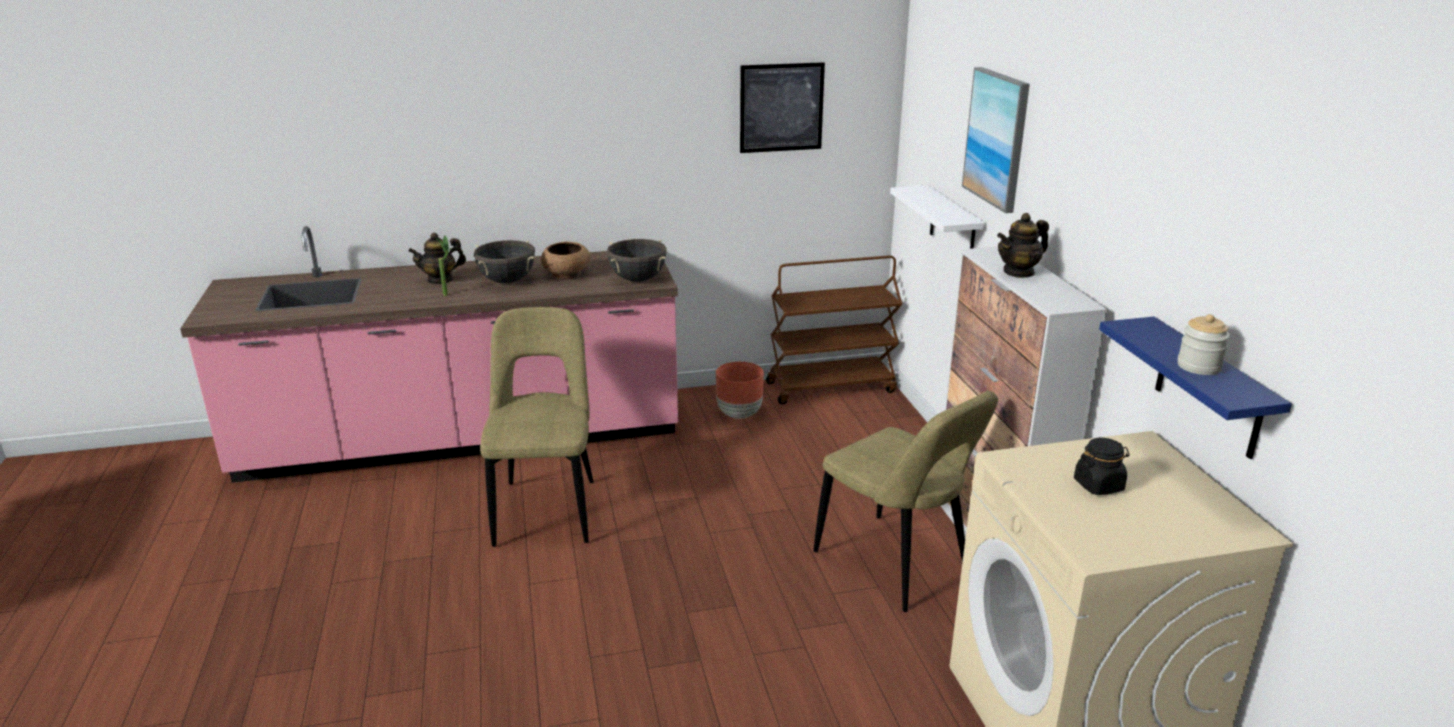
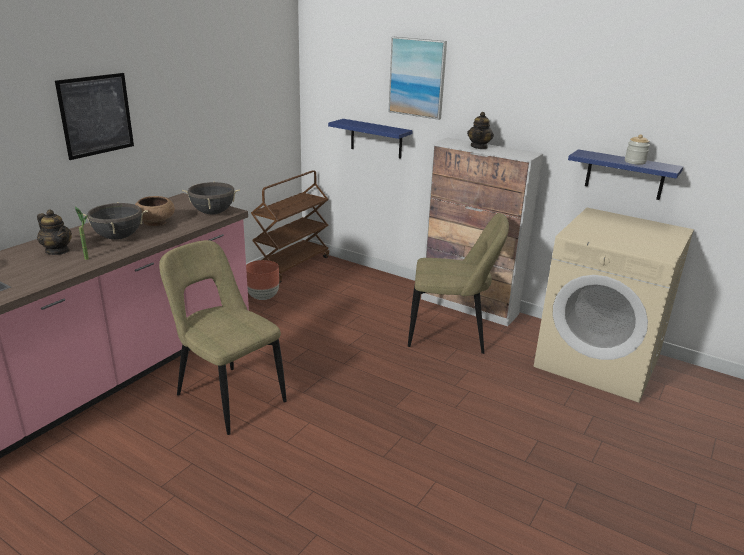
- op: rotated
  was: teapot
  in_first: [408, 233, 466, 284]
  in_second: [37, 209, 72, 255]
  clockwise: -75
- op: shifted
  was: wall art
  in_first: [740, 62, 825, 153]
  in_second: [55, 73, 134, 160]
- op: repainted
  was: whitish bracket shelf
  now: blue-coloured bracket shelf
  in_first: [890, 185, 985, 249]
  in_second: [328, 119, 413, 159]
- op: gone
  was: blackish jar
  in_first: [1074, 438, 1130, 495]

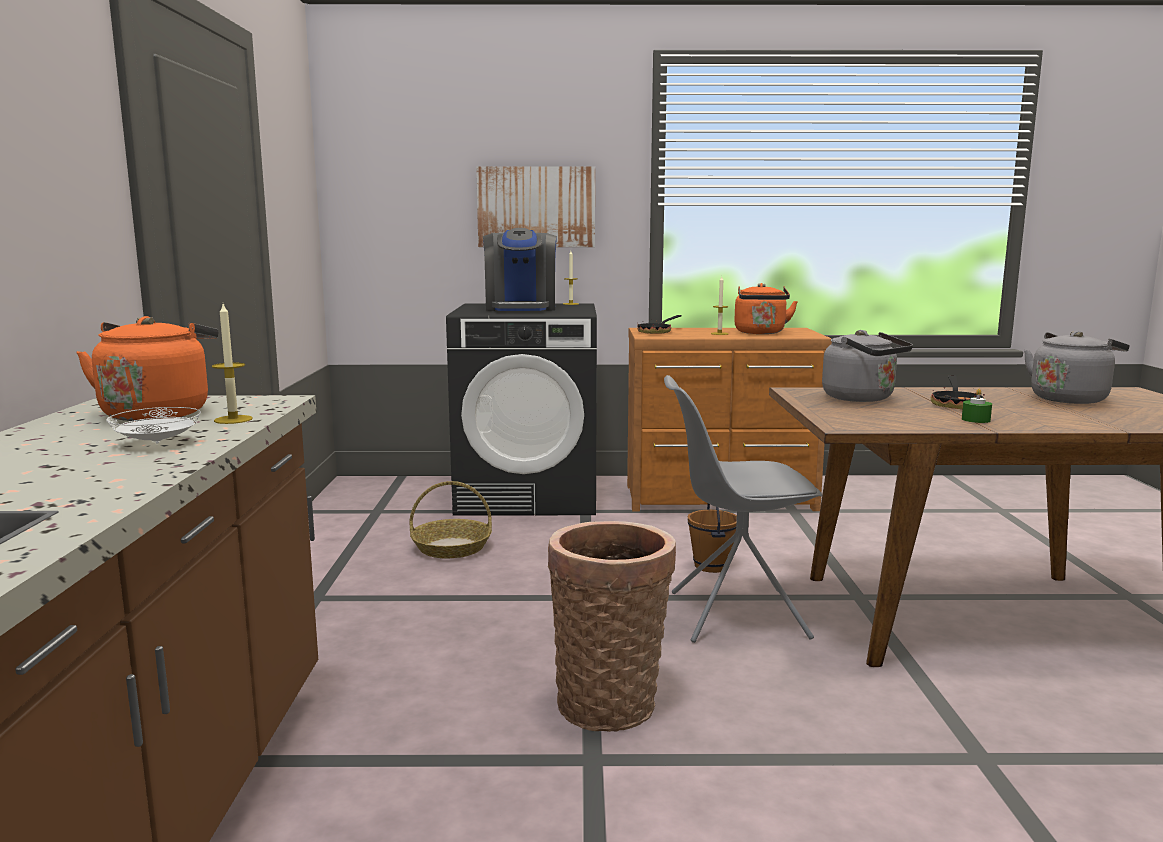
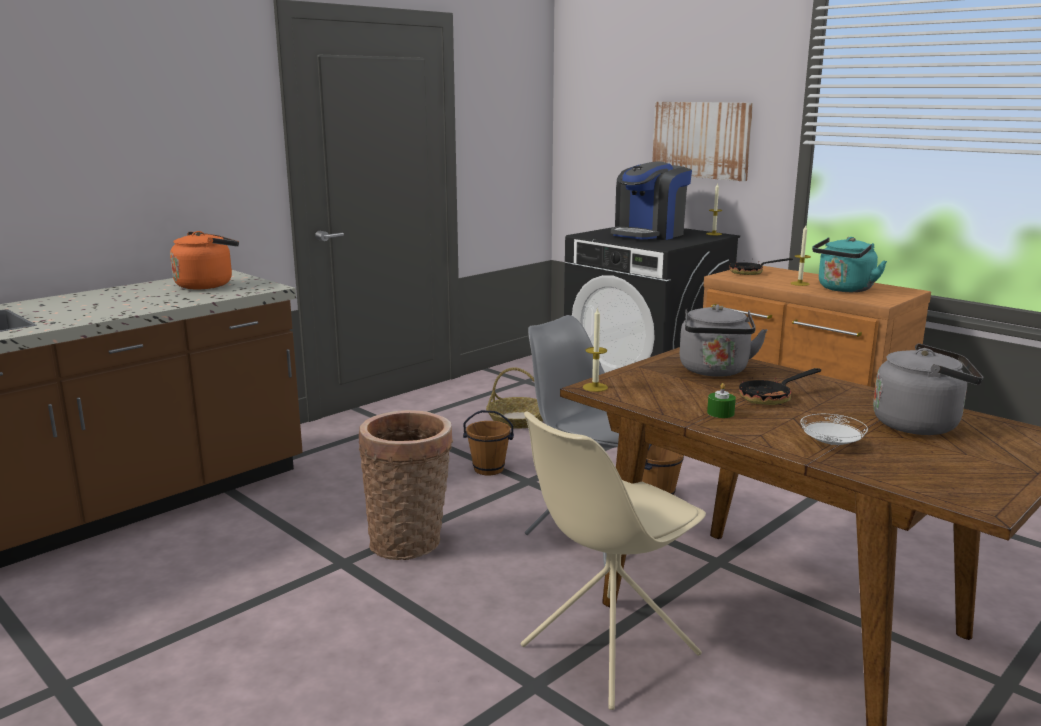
- op: shifted
  was: whitish plate
  in_first: [106, 407, 201, 443]
  in_second: [800, 414, 868, 445]
- op: shifted
  was: candle
  in_first: [212, 304, 253, 424]
  in_second: [583, 307, 608, 392]
- op: repainted
  was: orangey kettle
  now: turquoise kettle
  in_first: [734, 283, 798, 334]
  in_second: [812, 237, 887, 292]
- op: new
  now: brown-coloured pail
  in_second: [463, 410, 514, 475]
- op: new
  now: beige plain chair
  in_second: [521, 412, 706, 710]

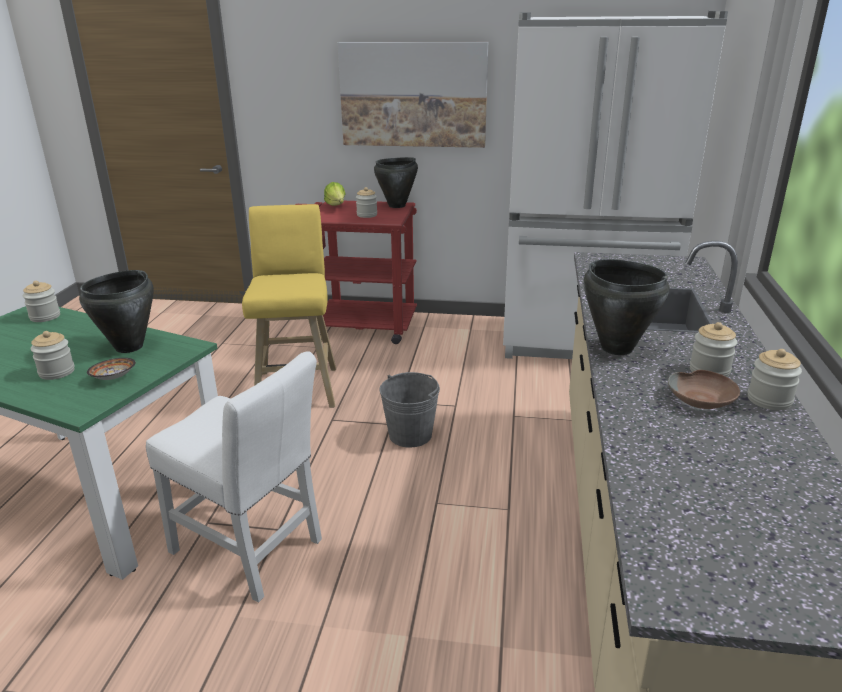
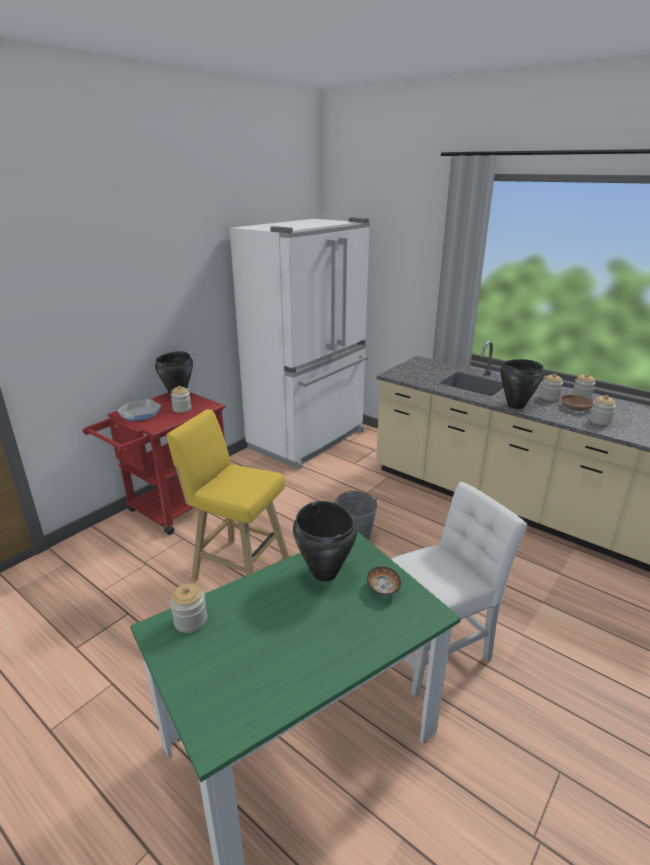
- op: shifted
  was: jar
  in_first: [31, 331, 74, 380]
  in_second: [589, 395, 616, 425]
- op: swapped
  was: lettuce head
  now: pan
  in_first: [324, 182, 345, 206]
  in_second: [117, 399, 161, 421]
- op: gone
  was: wall art
  in_first: [337, 42, 488, 148]

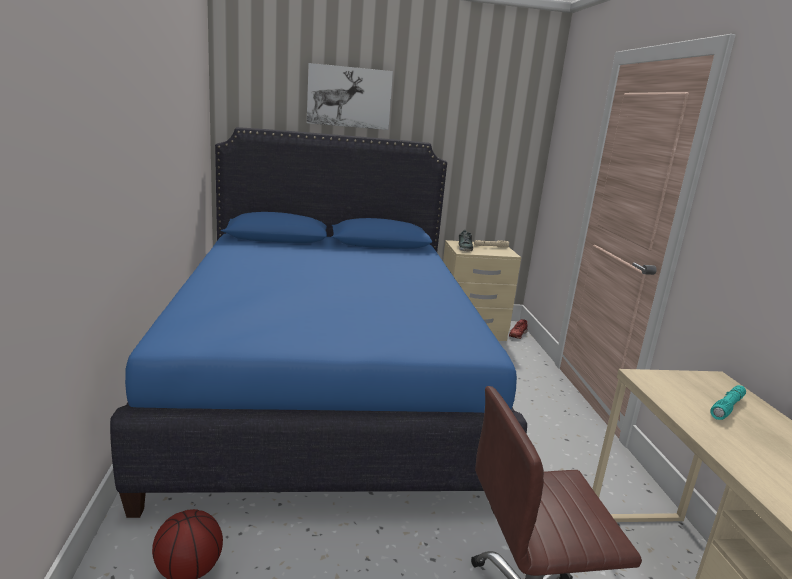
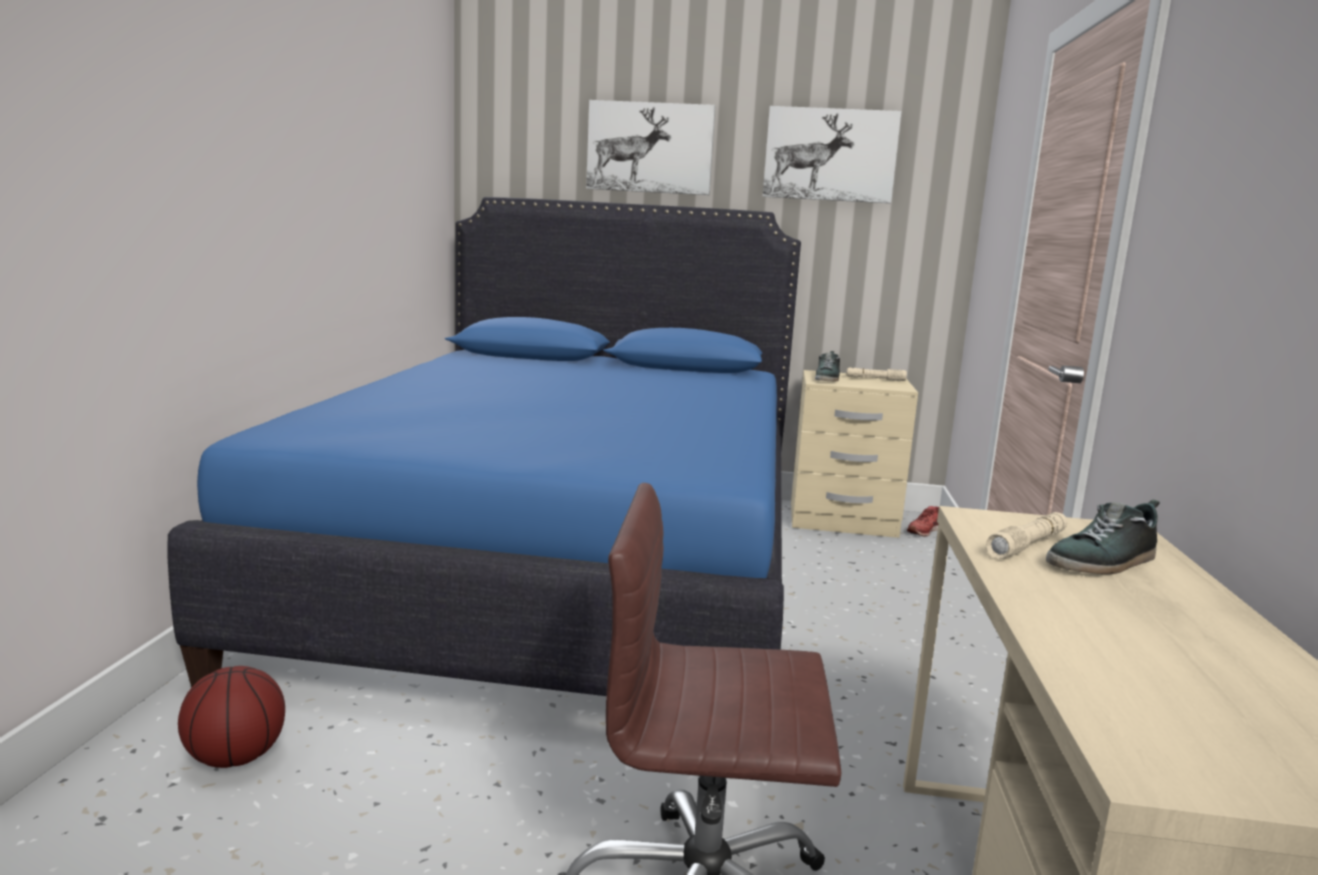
- op: swapped
  was: turquoise flashlight
  now: item of footwear
  in_first: [710, 385, 746, 420]
  in_second: [1046, 499, 1160, 574]
- op: new
  now: wall art
  in_second: [763, 106, 901, 203]
- op: new
  now: beige flashlight
  in_second: [986, 512, 1067, 559]

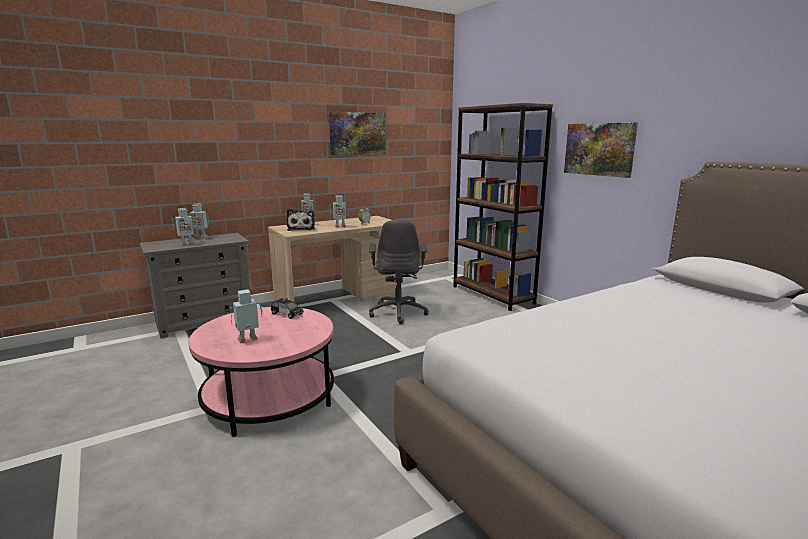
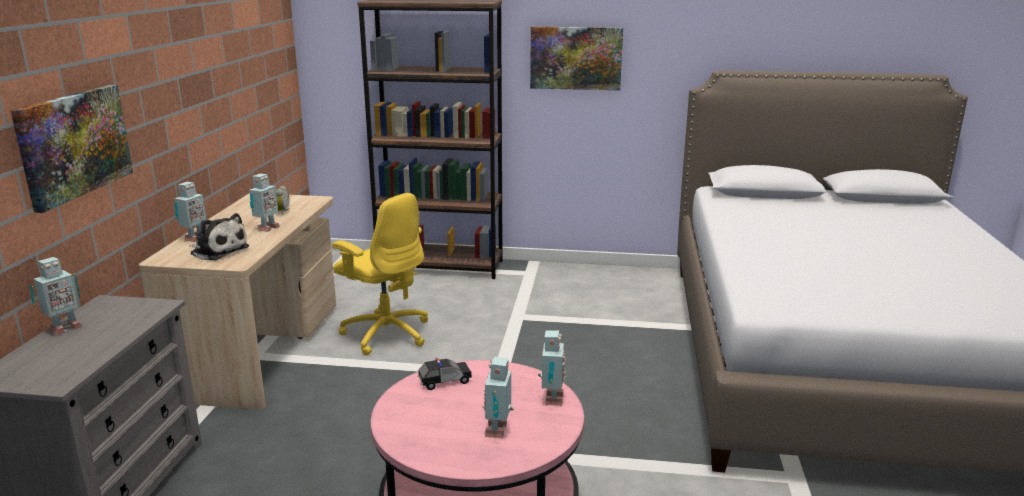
- op: shifted
  was: toy robot
  in_first: [172, 208, 196, 246]
  in_second: [538, 330, 567, 406]
- op: shifted
  was: wall art
  in_first: [329, 112, 386, 155]
  in_second: [10, 85, 133, 213]
- op: repainted
  was: greyish desk chair
  now: yellow-coloured desk chair
  in_first: [369, 220, 429, 324]
  in_second: [332, 193, 428, 355]

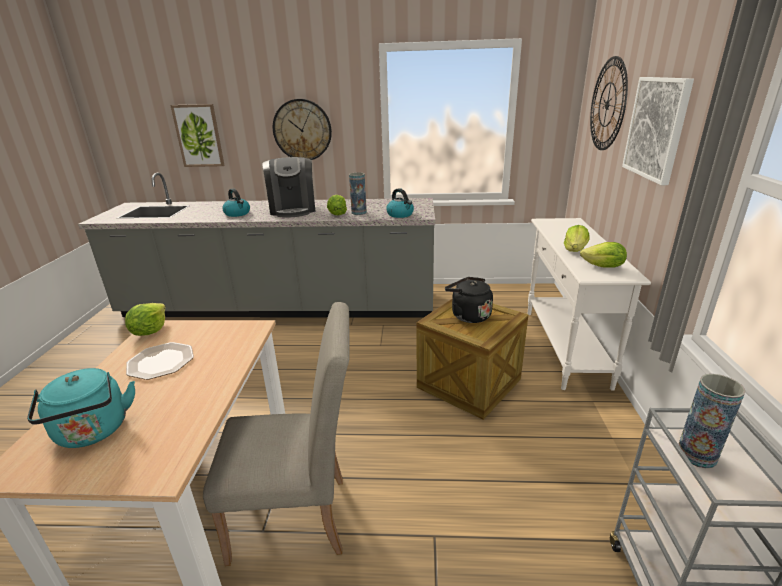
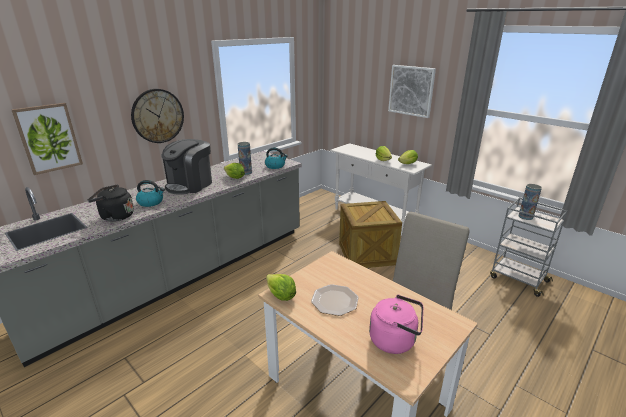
- op: repainted
  was: turquoise kettle
  now: pink-coloured kettle
  in_first: [27, 368, 135, 448]
  in_second: [369, 295, 423, 354]
- op: rotated
  was: coffee machine
  in_first: [262, 157, 316, 218]
  in_second: [162, 139, 212, 195]
  clockwise: 90
- op: shifted
  was: blackish kettle
  in_first: [445, 277, 493, 323]
  in_second: [88, 185, 134, 222]
- op: gone
  was: hanging clock
  in_first: [590, 56, 628, 150]

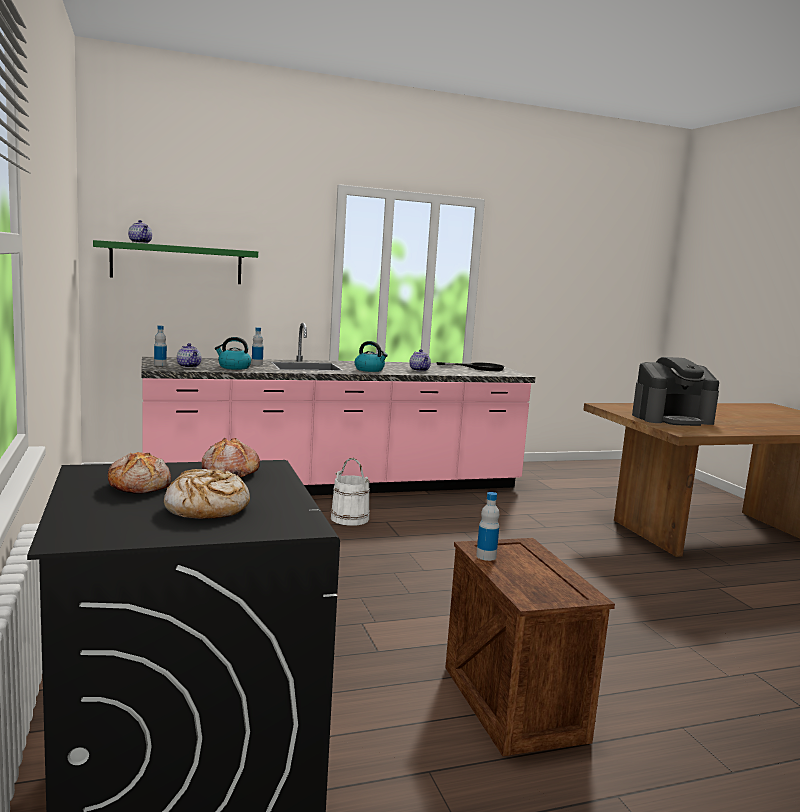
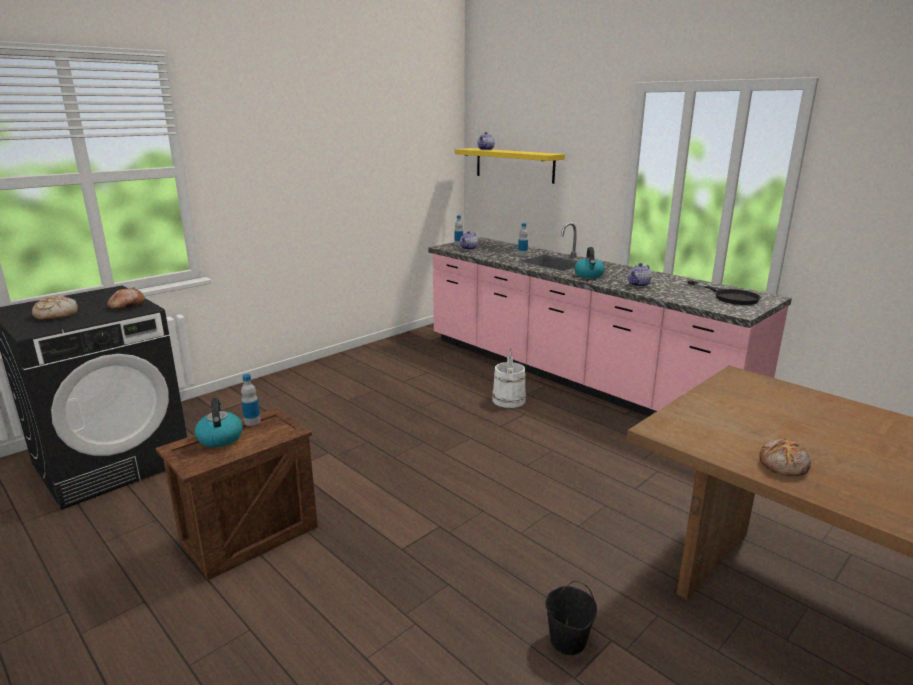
- op: repainted
  was: green-coloured bracket shelf
  now: yellow-coloured bracket shelf
  in_first: [93, 240, 258, 284]
  in_second: [455, 148, 565, 184]
- op: shifted
  was: bakery bread
  in_first: [108, 452, 171, 494]
  in_second: [759, 438, 811, 476]
- op: shifted
  was: kettle
  in_first: [215, 337, 251, 370]
  in_second: [194, 398, 243, 447]
- op: gone
  was: coffee machine
  in_first: [632, 357, 719, 426]
- op: new
  now: blackish pail
  in_second: [545, 581, 597, 655]

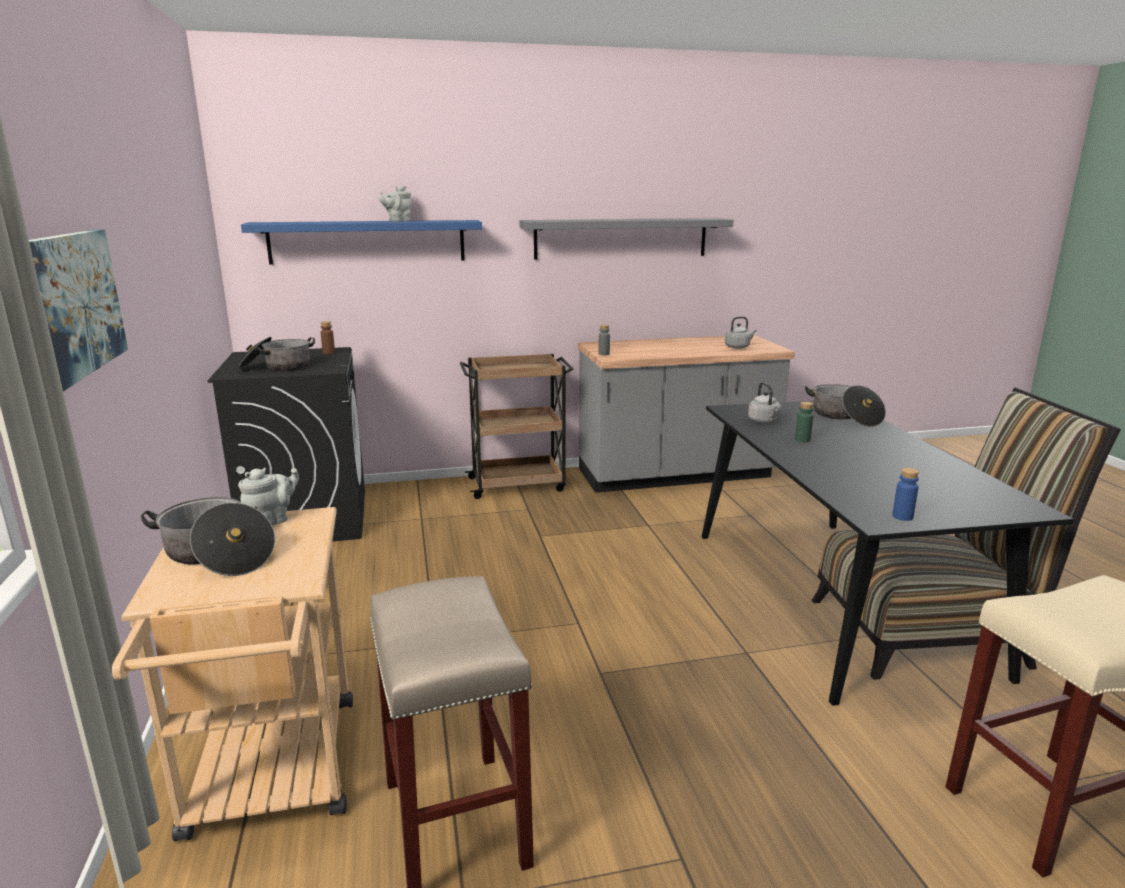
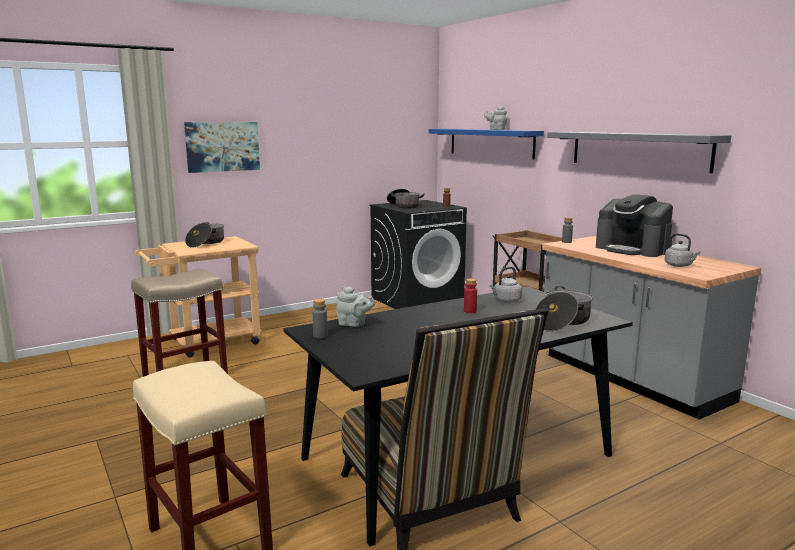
- op: shifted
  was: greyish teapot
  in_first: [238, 468, 299, 526]
  in_second: [337, 286, 376, 327]
- op: repainted
  was: green-coloured drink bottle
  now: reddish drink bottle
  in_first: [795, 402, 813, 442]
  in_second: [464, 278, 477, 313]
- op: repainted
  was: blue-coloured drink bottle
  now: greyish drink bottle
  in_first: [892, 468, 919, 521]
  in_second: [312, 299, 328, 338]
- op: new
  now: coffee machine
  in_second: [596, 194, 673, 257]

